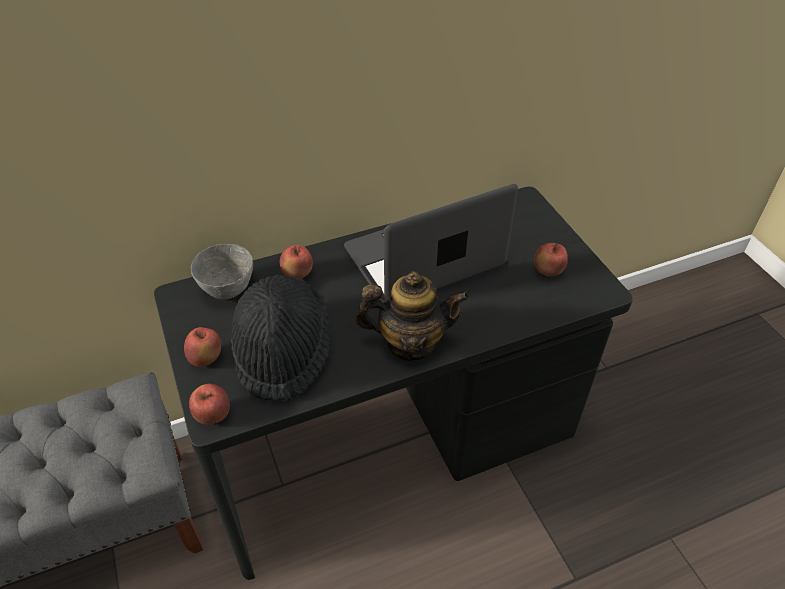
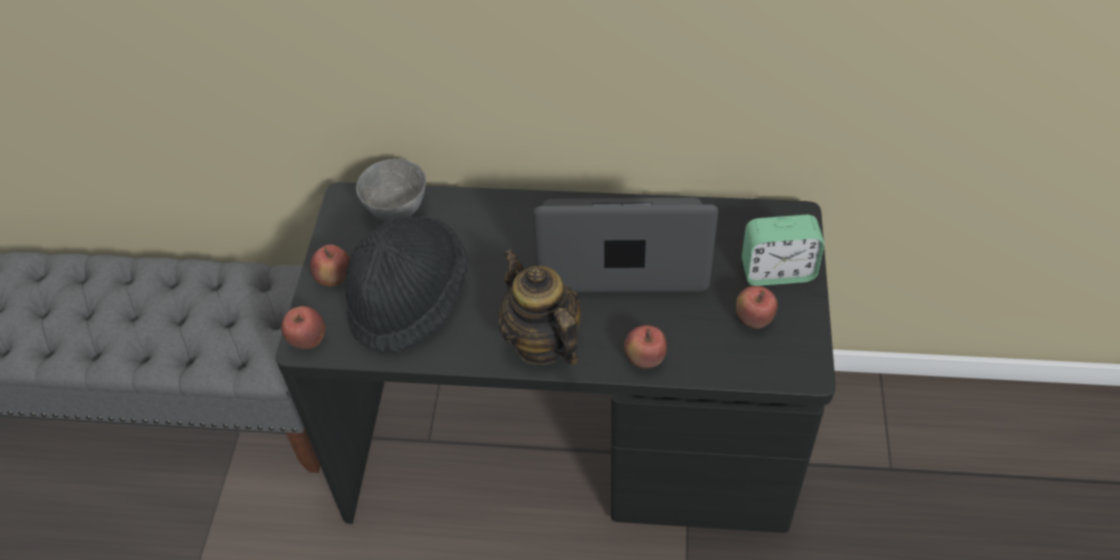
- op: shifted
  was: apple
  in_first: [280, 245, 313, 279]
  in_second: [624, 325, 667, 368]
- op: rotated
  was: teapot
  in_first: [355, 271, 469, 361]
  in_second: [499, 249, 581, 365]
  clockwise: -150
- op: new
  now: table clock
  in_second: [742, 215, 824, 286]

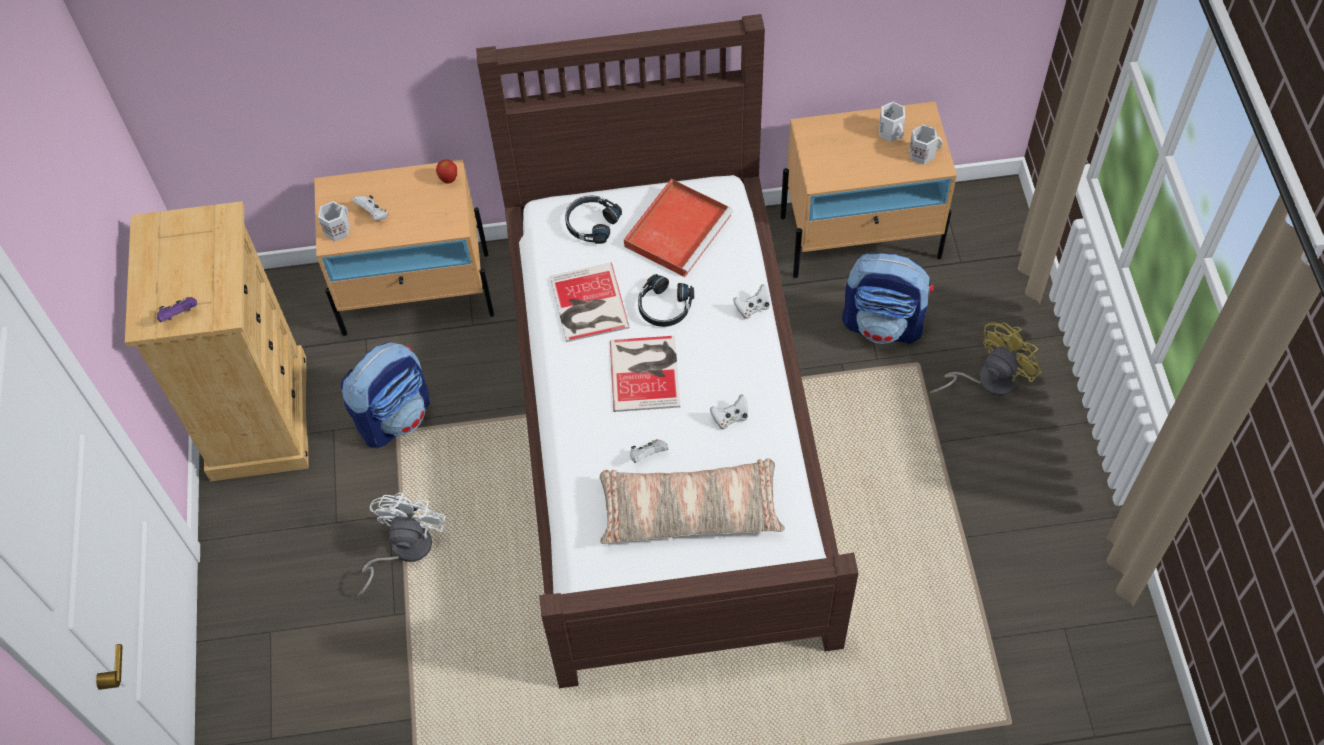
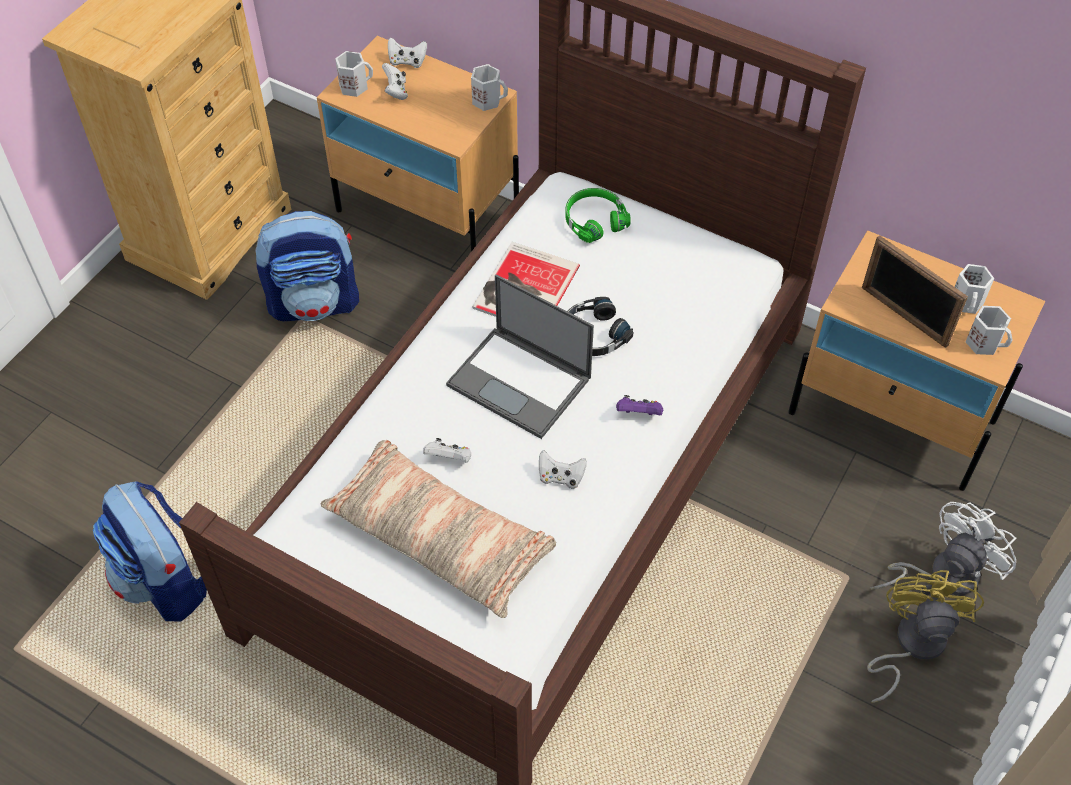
- op: shifted
  was: purple gamepad
  in_first: [157, 297, 197, 322]
  in_second: [616, 395, 663, 415]
- op: shifted
  was: whitish electric fan
  in_first: [358, 493, 445, 596]
  in_second: [870, 502, 1016, 595]
- op: swapped
  was: apple
  now: whitish coffee mug
  in_first: [436, 159, 457, 184]
  in_second: [471, 64, 508, 111]
- op: repainted
  was: blackish pair of headphones
  now: green-coloured pair of headphones
  in_first: [565, 195, 622, 244]
  in_second: [565, 188, 631, 243]
- op: swapped
  was: volume
  now: portable computer
  in_first: [610, 336, 681, 412]
  in_second: [446, 275, 594, 439]
- op: gone
  was: reddish tray
  in_first: [624, 179, 733, 277]
- op: shifted
  was: whitish gamepad
  in_first: [733, 284, 770, 319]
  in_second: [388, 37, 427, 68]
- op: shifted
  was: backpack
  in_first: [842, 253, 934, 344]
  in_second: [93, 481, 207, 622]
- op: rotated
  was: yellow-coloured electric fan
  in_first: [930, 322, 1041, 396]
  in_second: [867, 570, 984, 703]
  clockwise: -75
- op: new
  now: photo frame
  in_second: [862, 235, 968, 348]

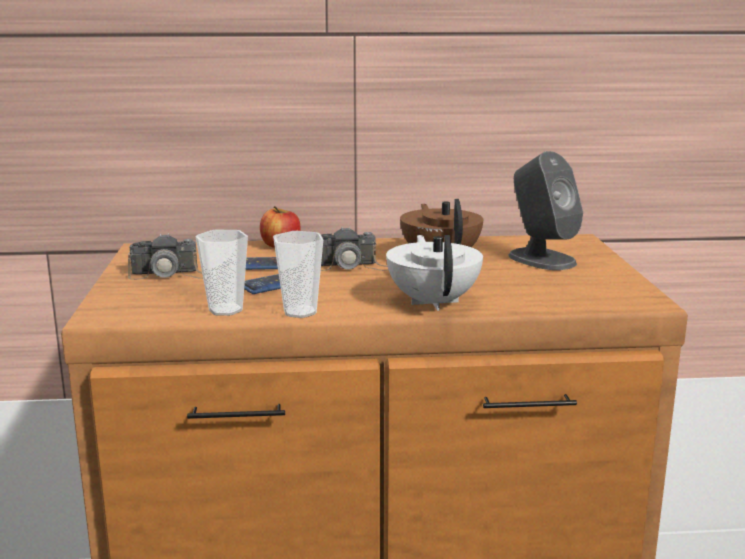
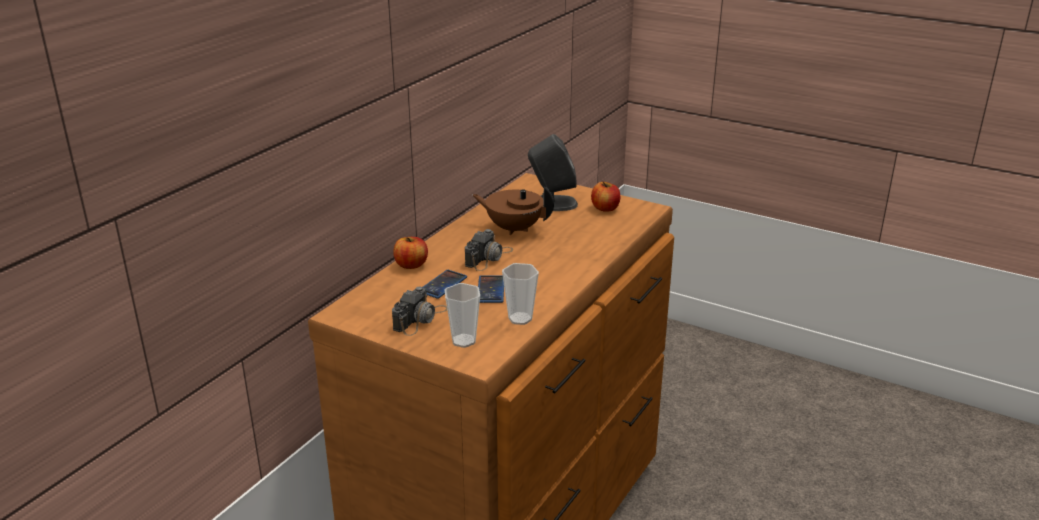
- op: shifted
  was: small cup
  in_first: [273, 231, 323, 318]
  in_second: [445, 283, 480, 348]
- op: gone
  was: whitish teapot
  in_first: [386, 235, 483, 311]
- op: new
  now: apple
  in_second: [591, 182, 620, 212]

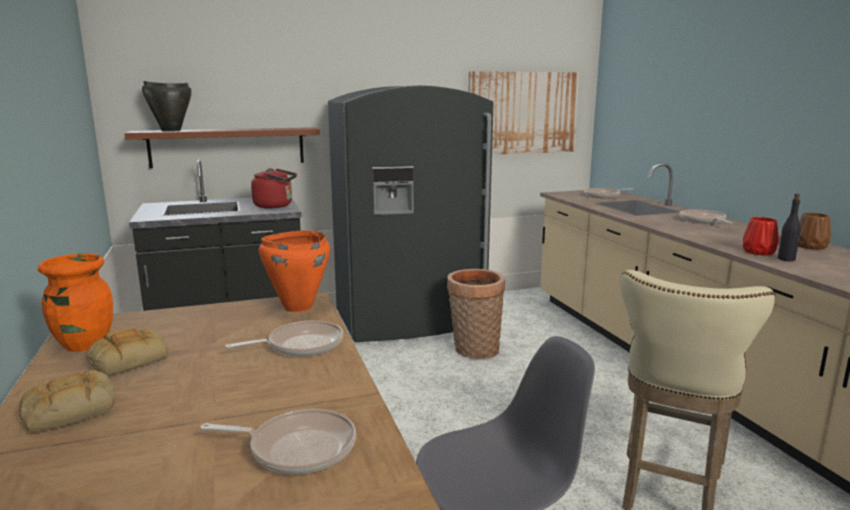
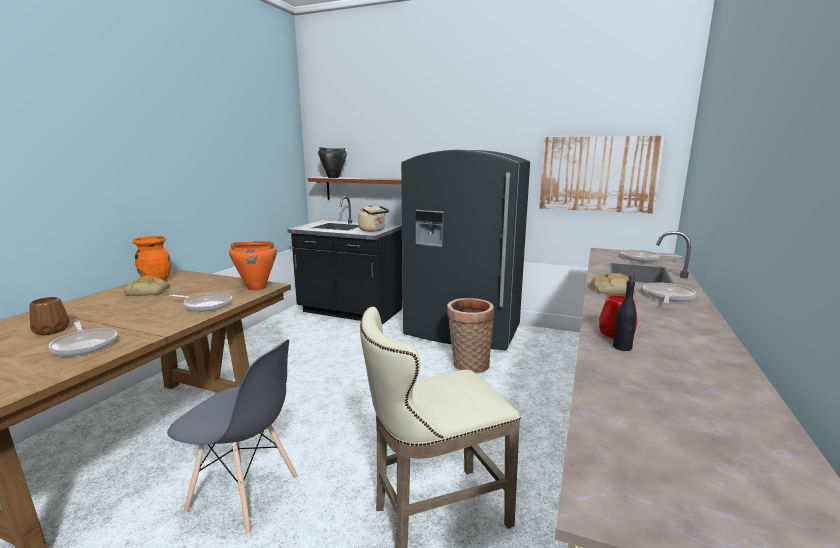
- op: shifted
  was: bakery bread
  in_first: [19, 370, 115, 432]
  in_second: [591, 273, 636, 295]
- op: repainted
  was: reddish kettle
  now: beige kettle
  in_first: [251, 168, 297, 208]
  in_second: [358, 205, 389, 232]
- op: shifted
  was: brown-coloured flower vase
  in_first: [798, 213, 831, 250]
  in_second: [29, 297, 70, 335]

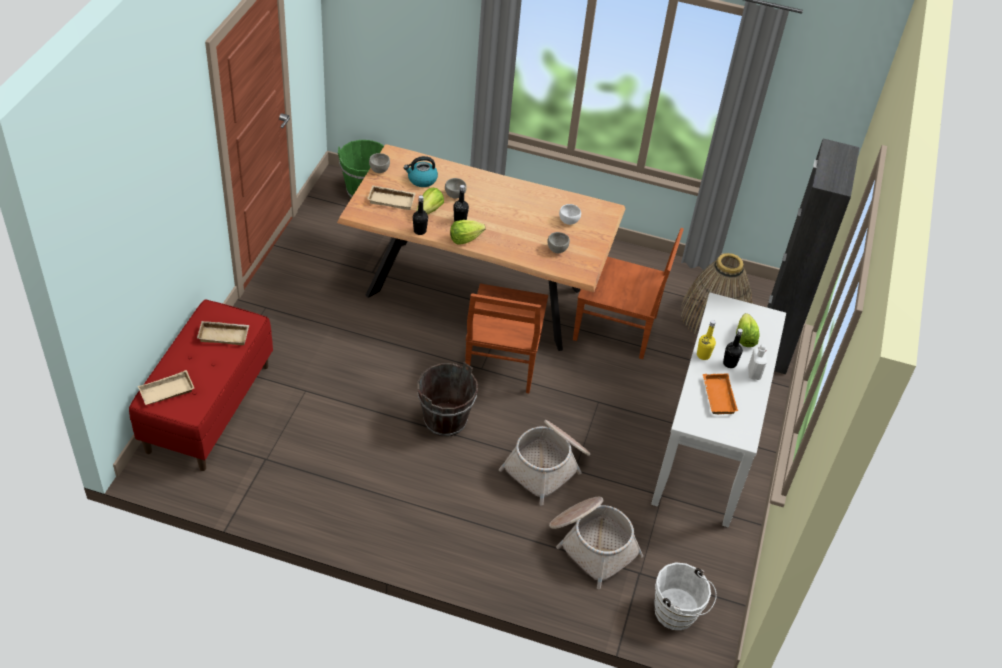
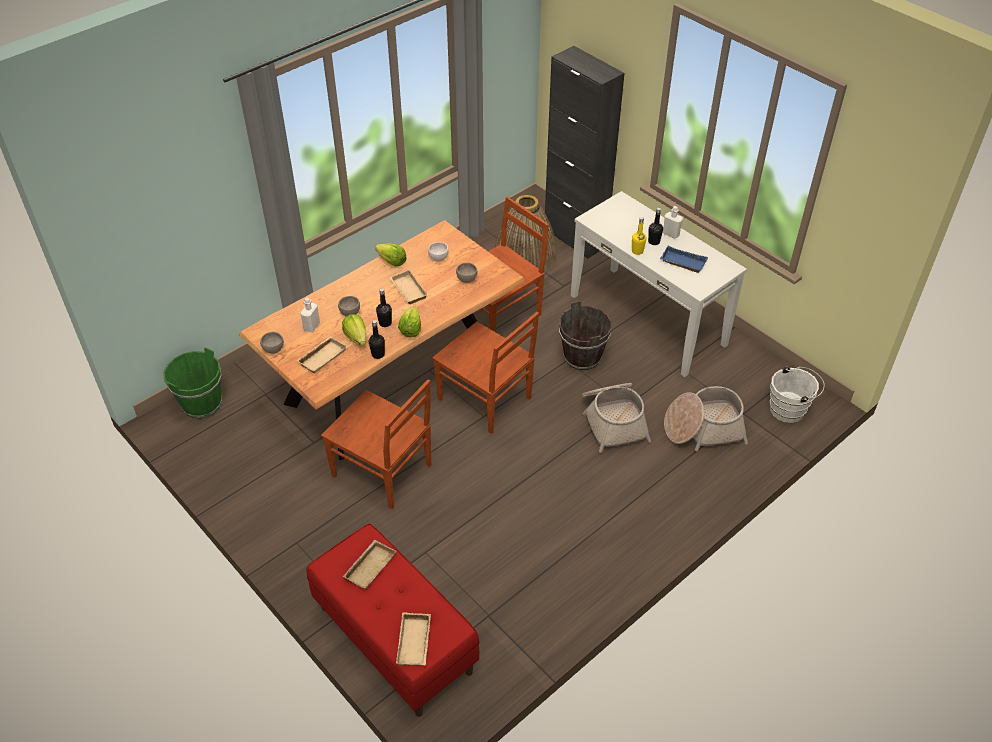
- op: swapped
  was: kettle
  now: whitish drink bottle
  in_first: [404, 156, 438, 187]
  in_second: [300, 298, 320, 332]
- op: shifted
  was: brown-coloured pail
  in_first: [417, 362, 478, 437]
  in_second: [559, 301, 612, 370]
- op: repainted
  was: orangey tray
  now: blue-coloured tray
  in_first: [702, 373, 738, 414]
  in_second: [660, 246, 708, 273]
- op: shifted
  was: lettuce head
  in_first: [736, 313, 760, 347]
  in_second: [375, 243, 407, 266]
- op: new
  now: brown-coloured plain chair
  in_second: [321, 379, 431, 509]
- op: new
  now: beige tray
  in_second: [389, 270, 428, 304]

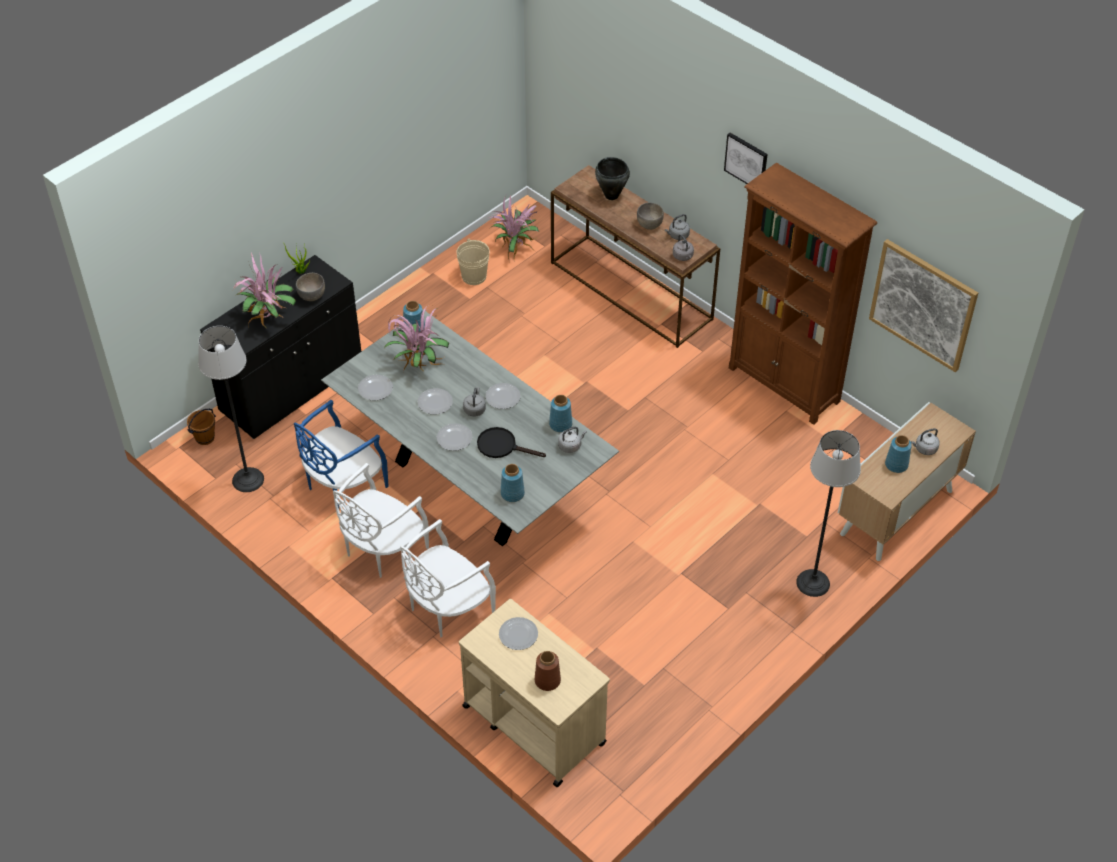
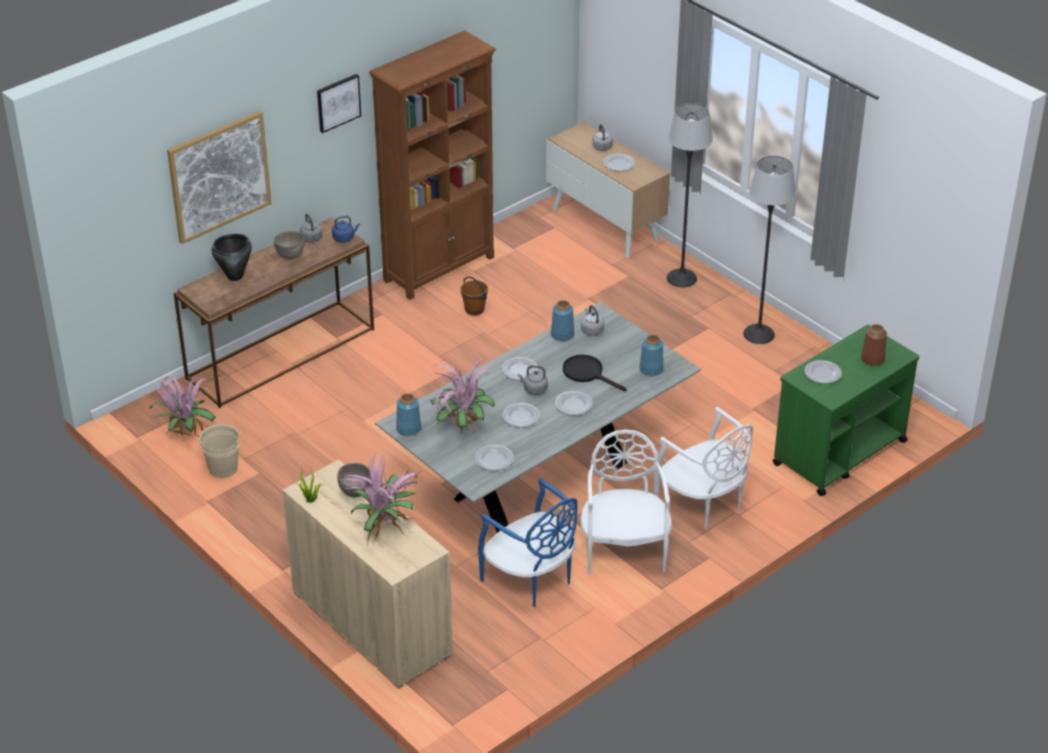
- op: shifted
  was: brown-coloured pail
  in_first: [187, 409, 216, 445]
  in_second: [461, 277, 488, 316]
- op: shifted
  was: floor lamp
  in_first: [198, 326, 264, 492]
  in_second: [743, 156, 795, 344]
- op: repainted
  was: blackish cupboard
  now: beige cupboard
  in_first: [200, 255, 361, 439]
  in_second: [282, 459, 453, 689]
- op: rotated
  was: whitish plain chair
  in_first: [333, 463, 429, 578]
  in_second: [580, 429, 672, 575]
  clockwise: -135
- op: repainted
  was: beige cart
  now: green-coloured cart
  in_first: [459, 599, 610, 787]
  in_second: [773, 325, 919, 496]
- op: rotated
  was: blackish pan
  in_first: [477, 427, 546, 458]
  in_second: [563, 355, 626, 391]
  clockwise: 105
- op: repainted
  was: greyish kettle
  now: blue-coloured kettle
  in_first: [673, 234, 694, 261]
  in_second: [332, 216, 360, 242]
- op: shifted
  was: wall art
  in_first: [869, 239, 978, 372]
  in_second: [167, 111, 272, 244]
- op: swapped
  was: blue-coloured flower vase
  now: plate
  in_first: [885, 435, 912, 473]
  in_second: [604, 154, 635, 171]

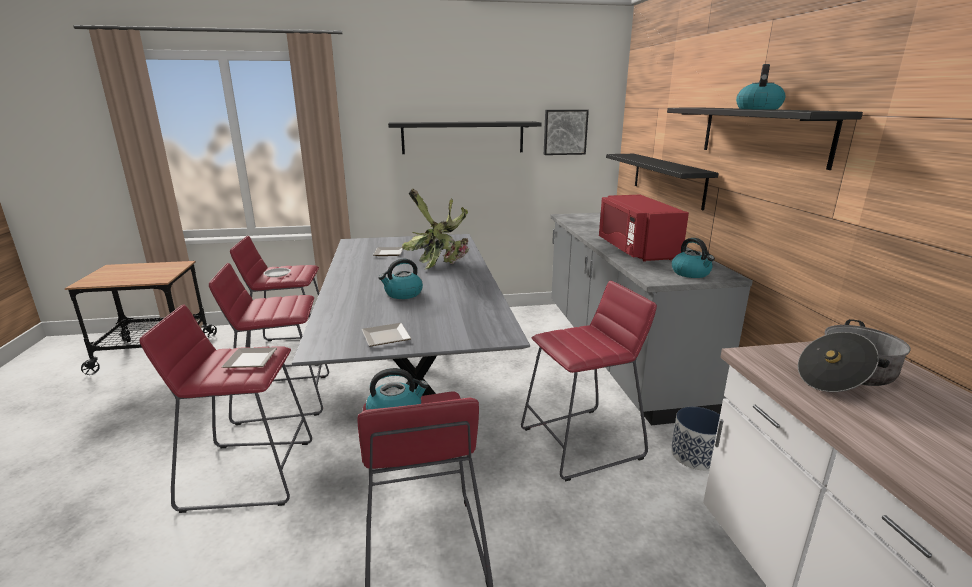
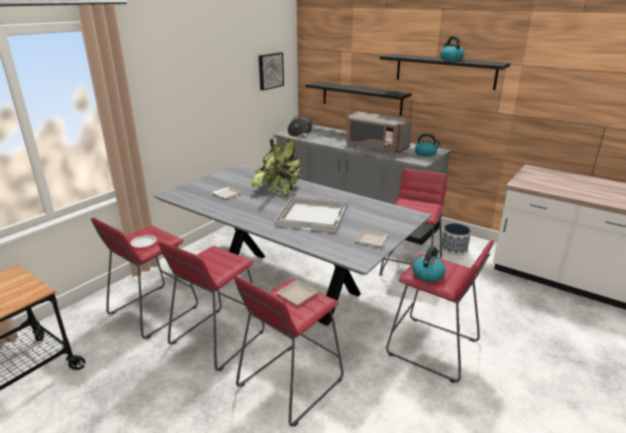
- op: swapped
  was: kettle
  now: whitish tray
  in_first: [379, 259, 423, 299]
  in_second: [275, 196, 348, 233]
- op: gone
  was: blackish bracket shelf
  in_first: [388, 121, 542, 154]
- op: repainted
  was: reddish microwave
  now: greyish microwave
  in_first: [599, 195, 689, 262]
  in_second: [346, 111, 412, 153]
- op: shifted
  was: saucepot
  in_first: [798, 319, 911, 392]
  in_second: [288, 116, 313, 137]

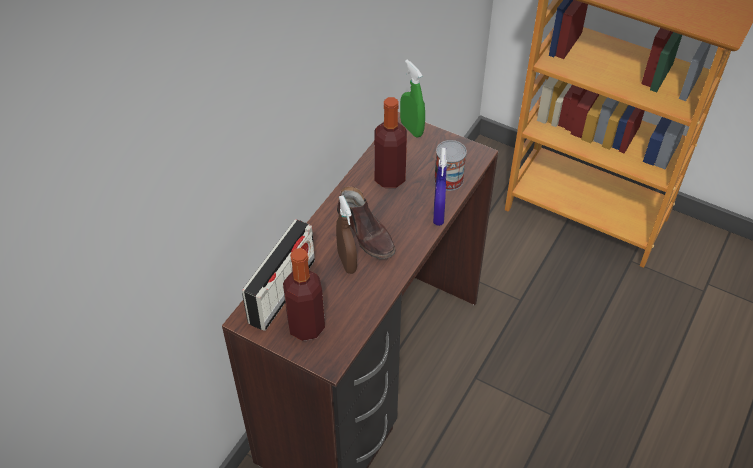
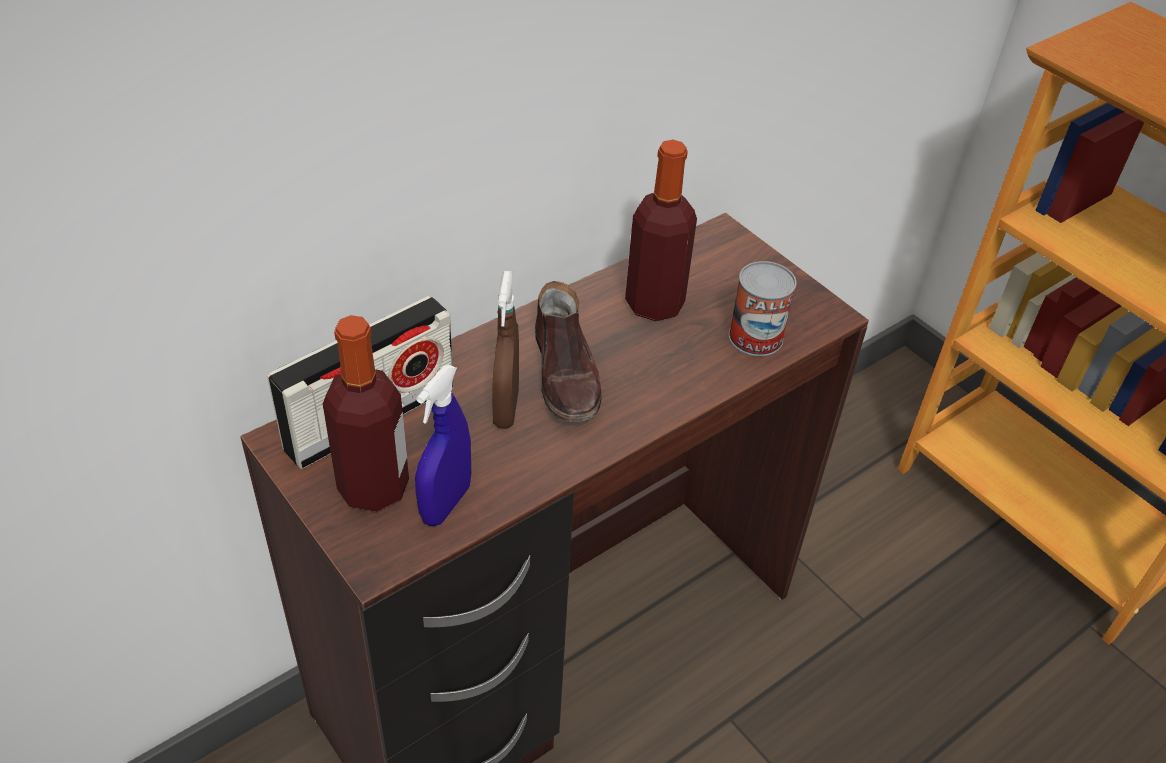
- op: gone
  was: green-coloured hand sprayer
  in_first: [400, 60, 425, 138]
- op: shifted
  was: blue-coloured hand sprayer
  in_first: [433, 148, 447, 226]
  in_second: [415, 365, 471, 526]

